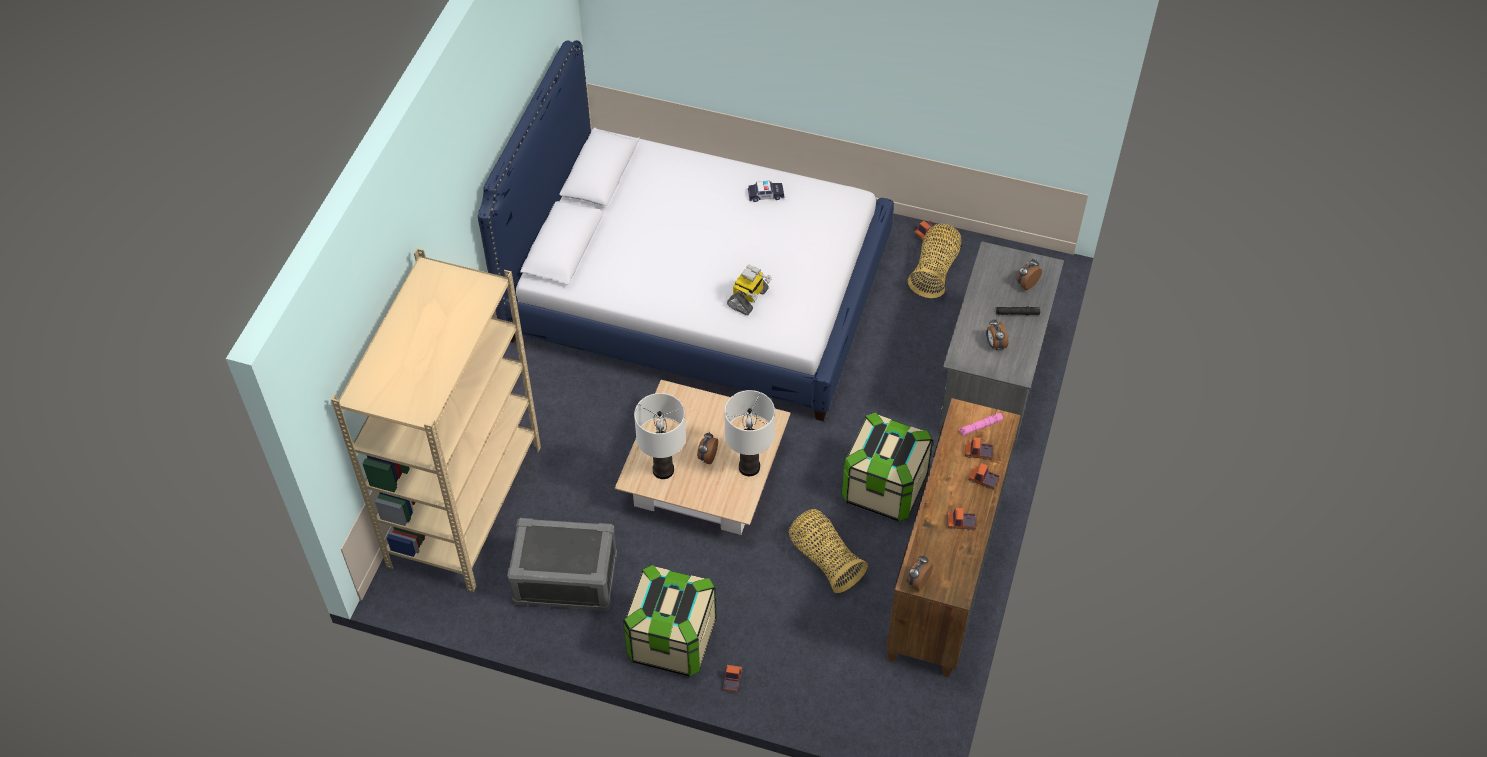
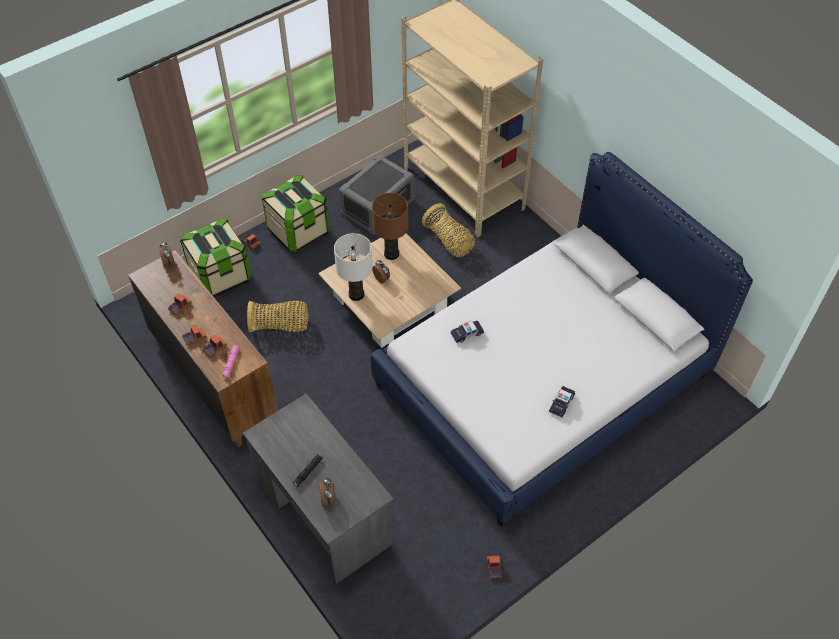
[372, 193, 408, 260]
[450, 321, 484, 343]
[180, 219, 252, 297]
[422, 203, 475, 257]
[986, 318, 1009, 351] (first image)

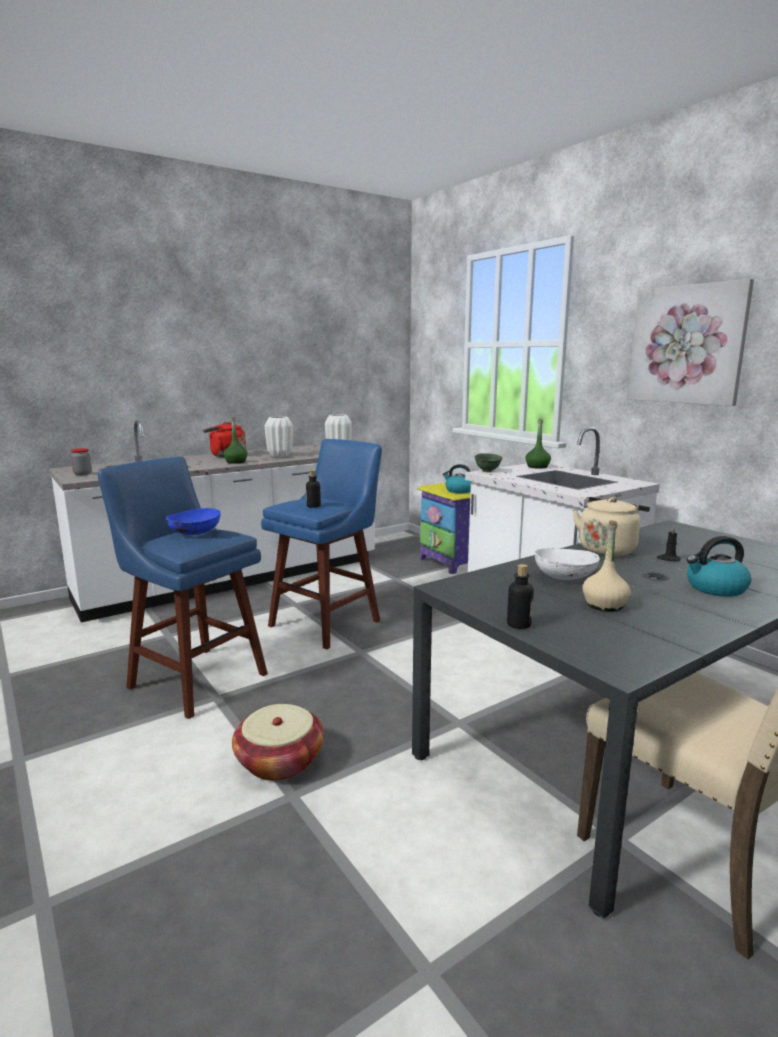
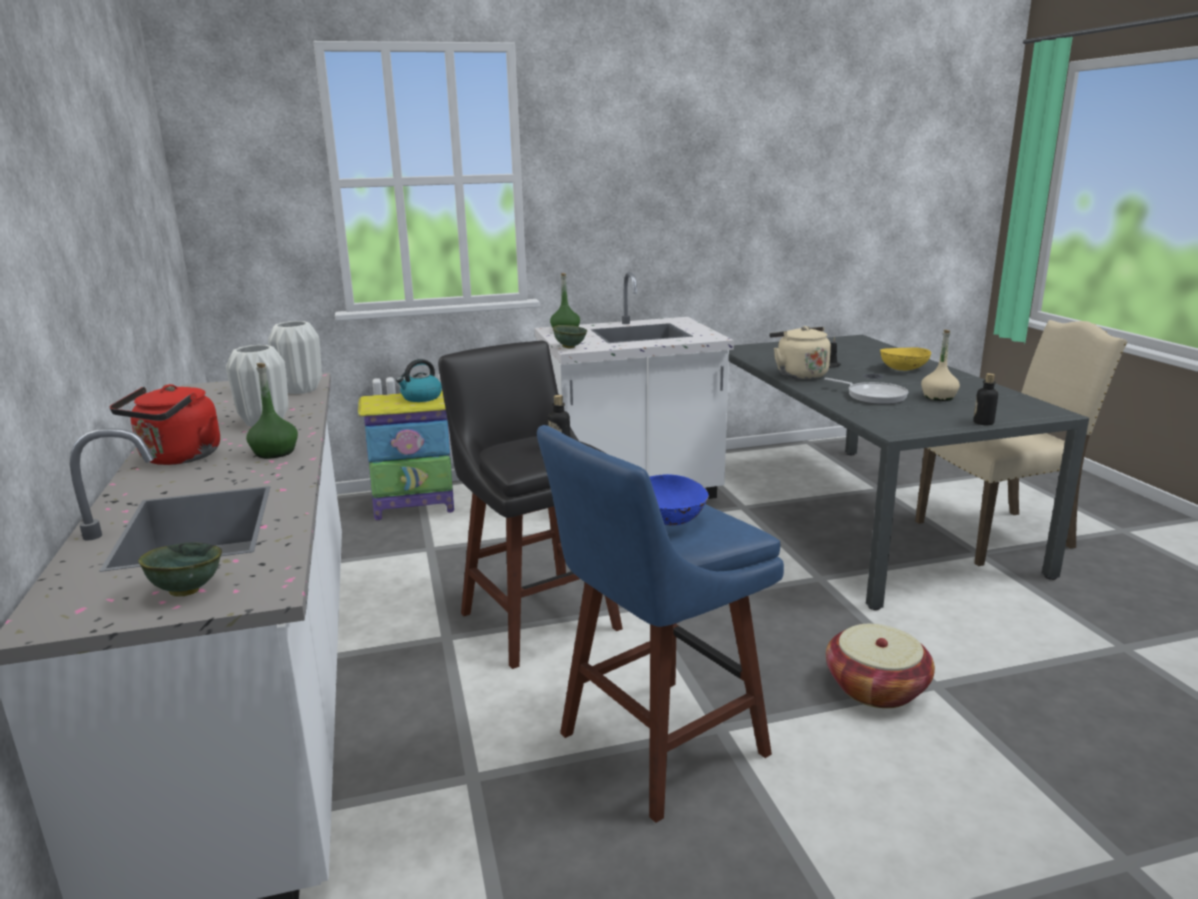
[138, 542, 222, 596]
[438, 341, 623, 669]
[824, 378, 908, 404]
[627, 279, 754, 406] (first image)
[880, 347, 931, 371]

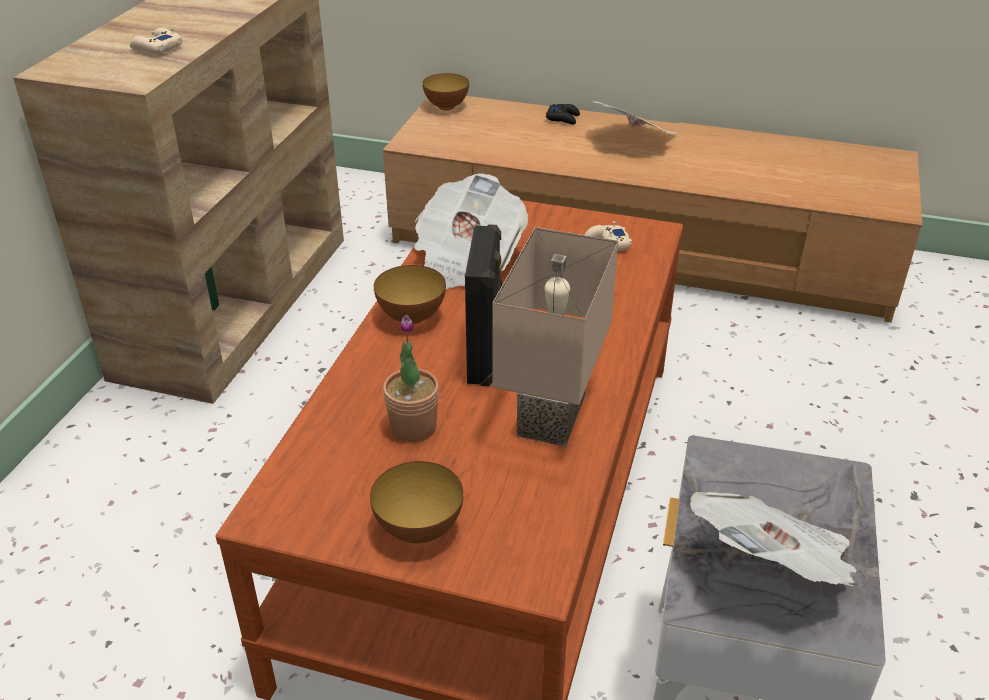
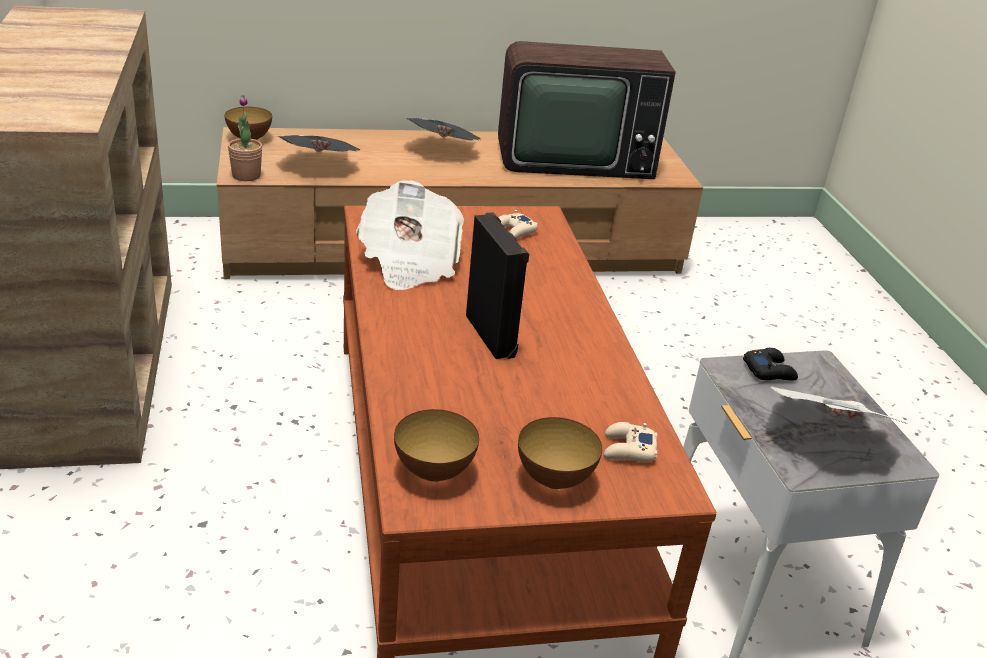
[603, 422, 657, 462]
[394, 409, 479, 482]
[228, 95, 262, 181]
[492, 227, 618, 447] (first image)
[743, 348, 798, 381]
[277, 135, 360, 152]
[498, 41, 676, 179]

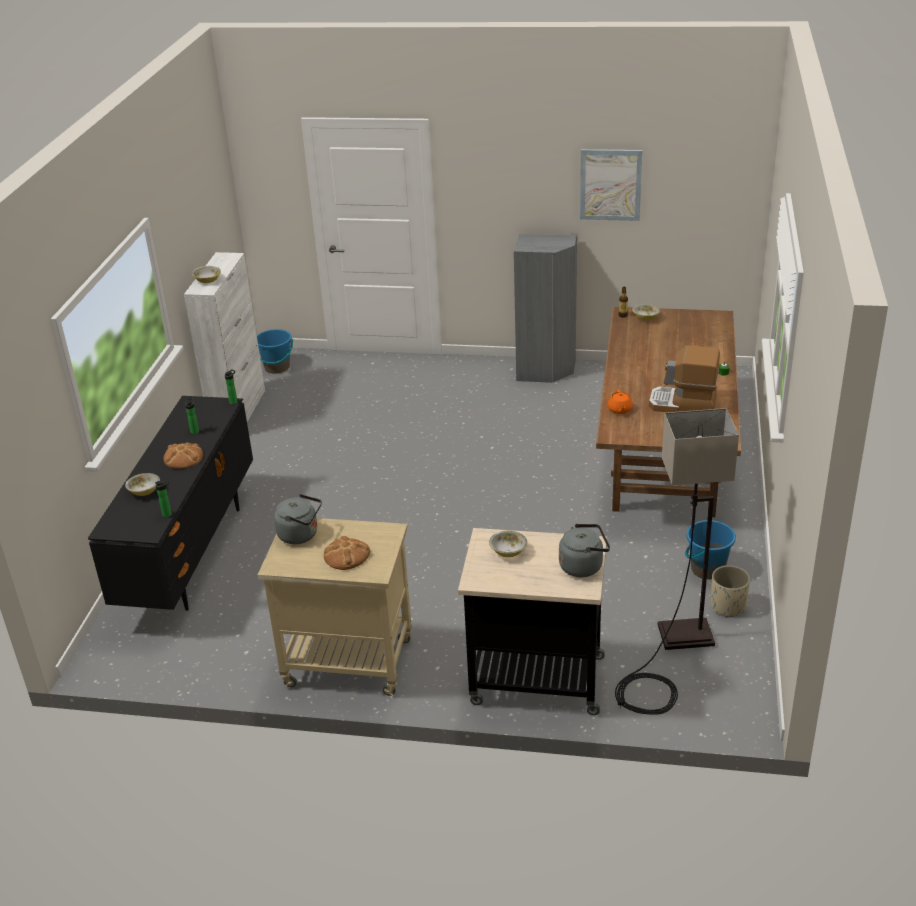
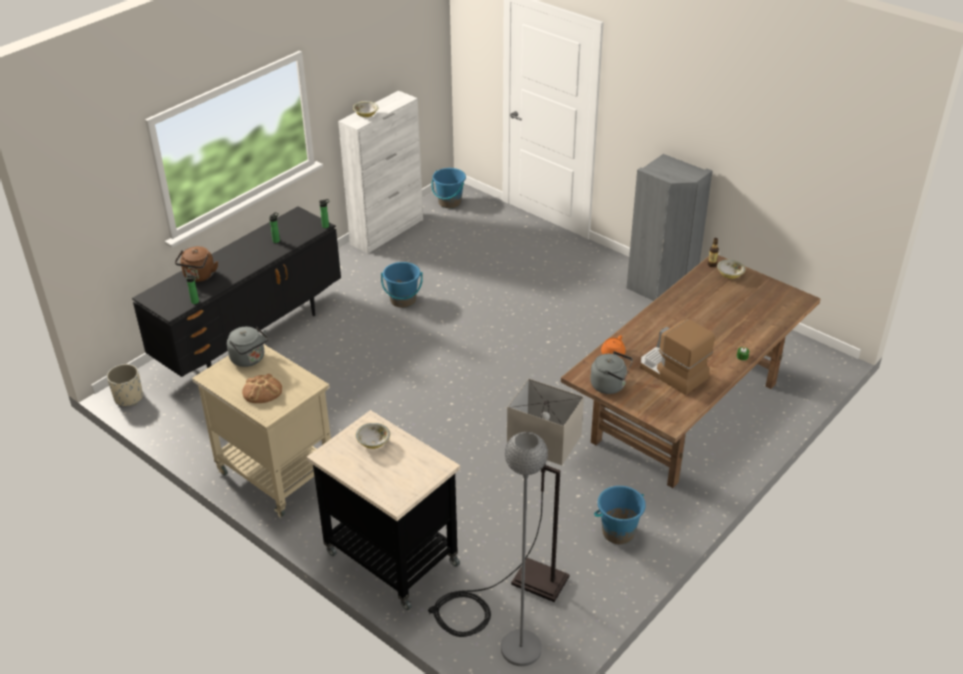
[175, 246, 218, 282]
[163, 443, 203, 469] (first image)
[590, 351, 633, 394]
[580, 149, 643, 221] (first image)
[107, 364, 143, 406]
[381, 262, 423, 308]
[501, 432, 548, 666]

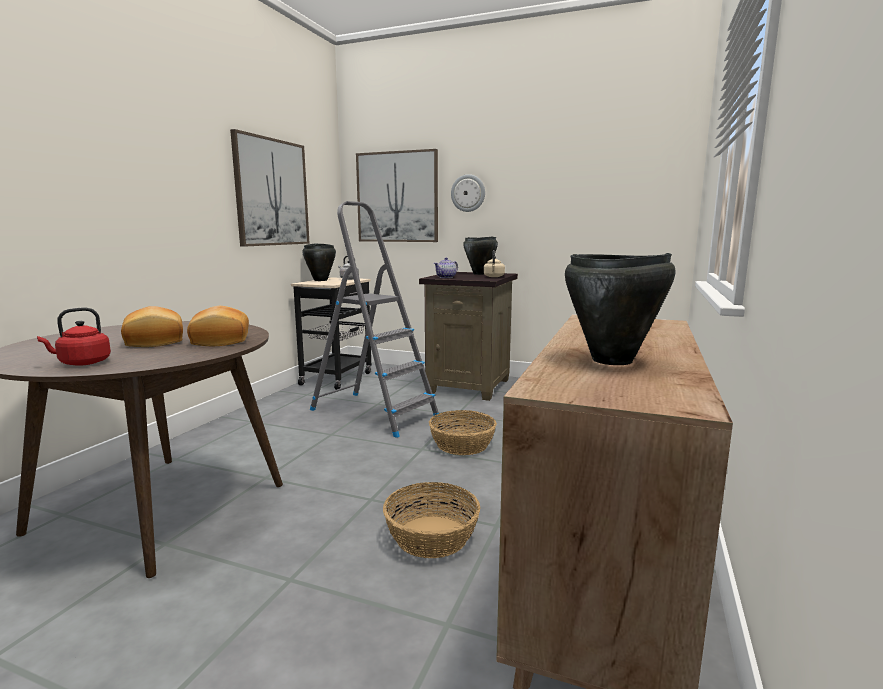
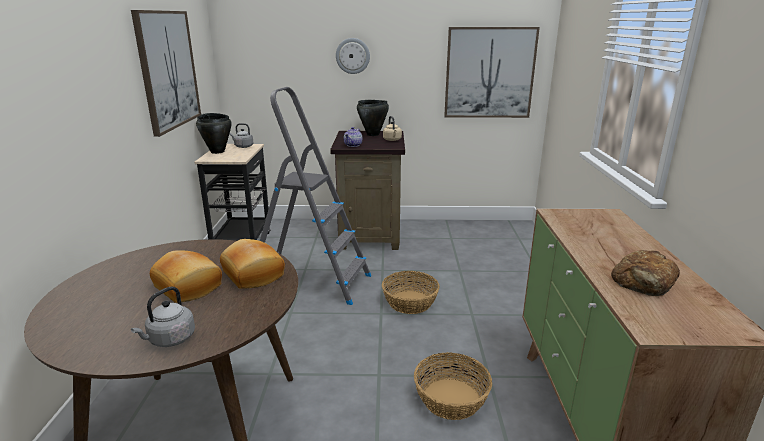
[131, 286, 195, 347]
[444, 27, 540, 118]
[611, 250, 680, 296]

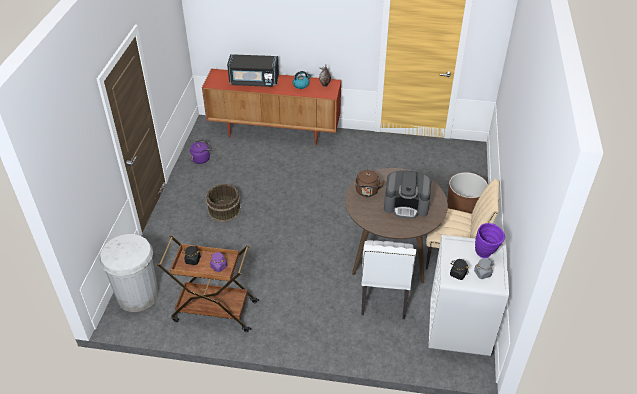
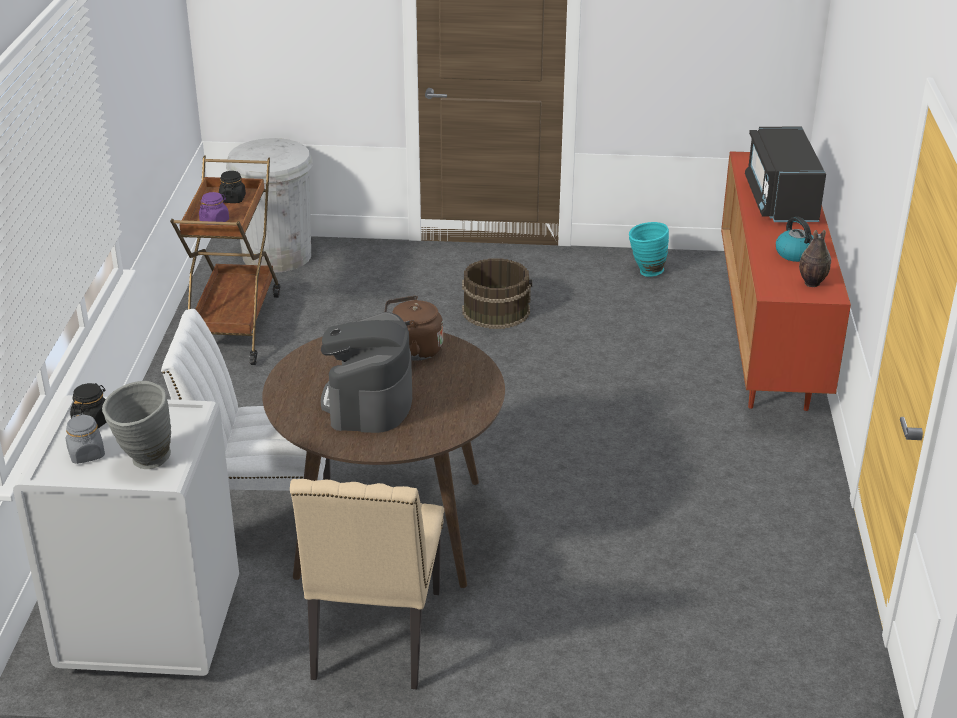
[629, 222, 669, 277]
[447, 172, 488, 214] (first image)
[102, 381, 171, 469]

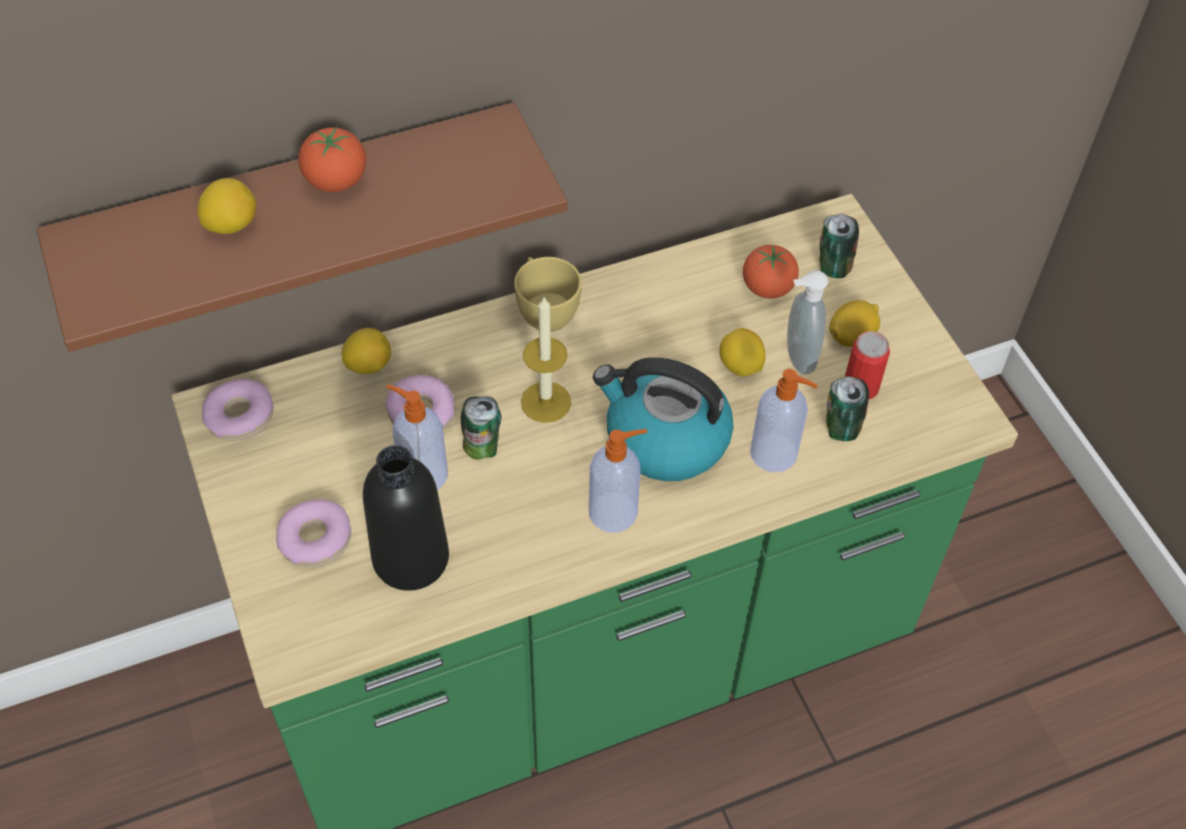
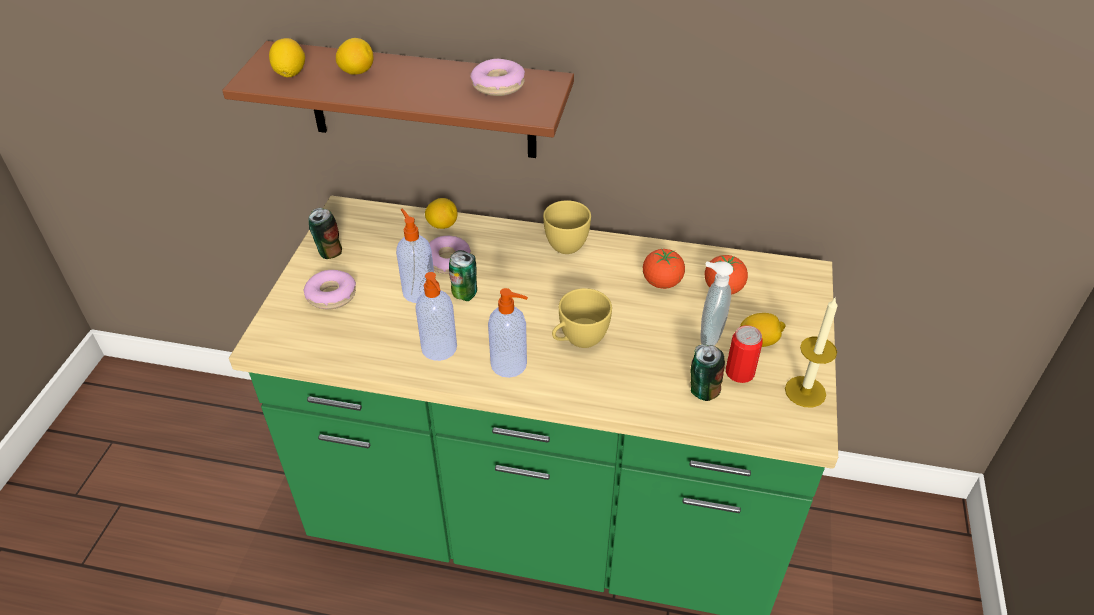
[470, 59, 525, 96]
[643, 248, 685, 289]
[363, 445, 449, 591] (first image)
[785, 298, 838, 408]
[552, 288, 612, 348]
[269, 38, 305, 77]
[415, 272, 457, 361]
[309, 208, 342, 259]

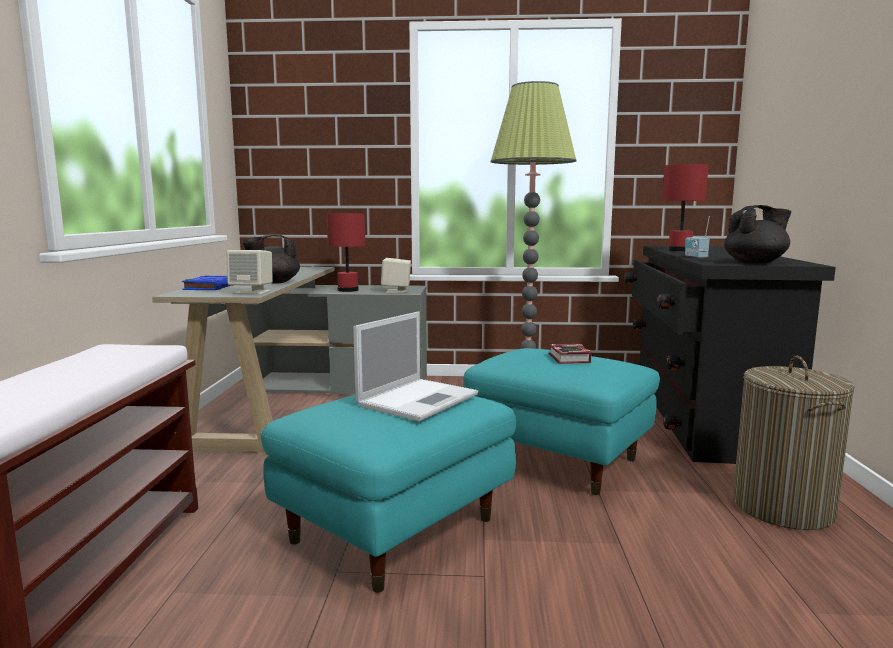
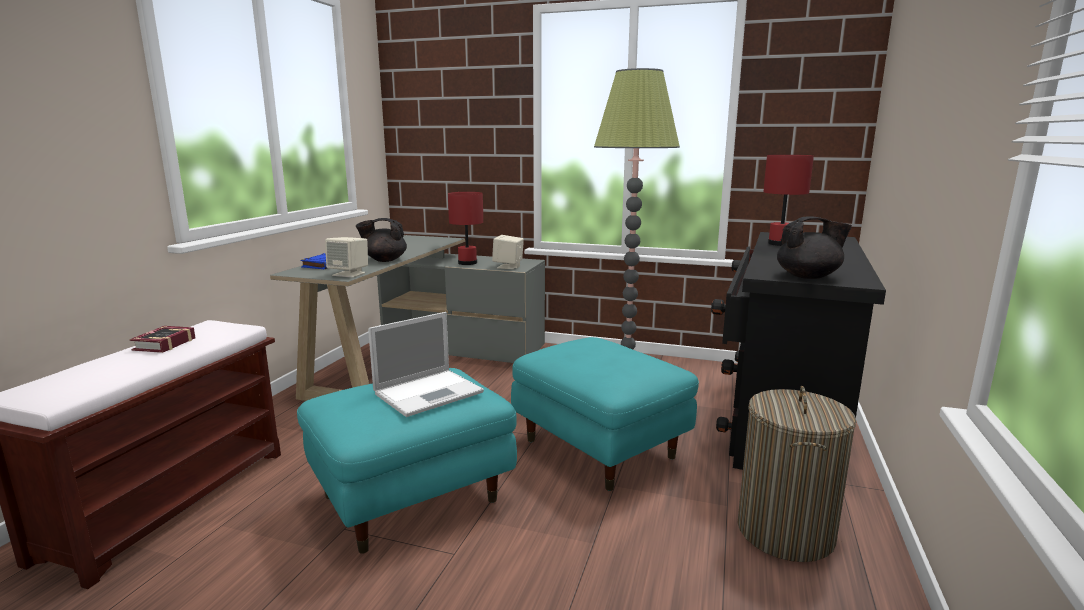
[129, 326, 196, 353]
[685, 216, 710, 258] (first image)

